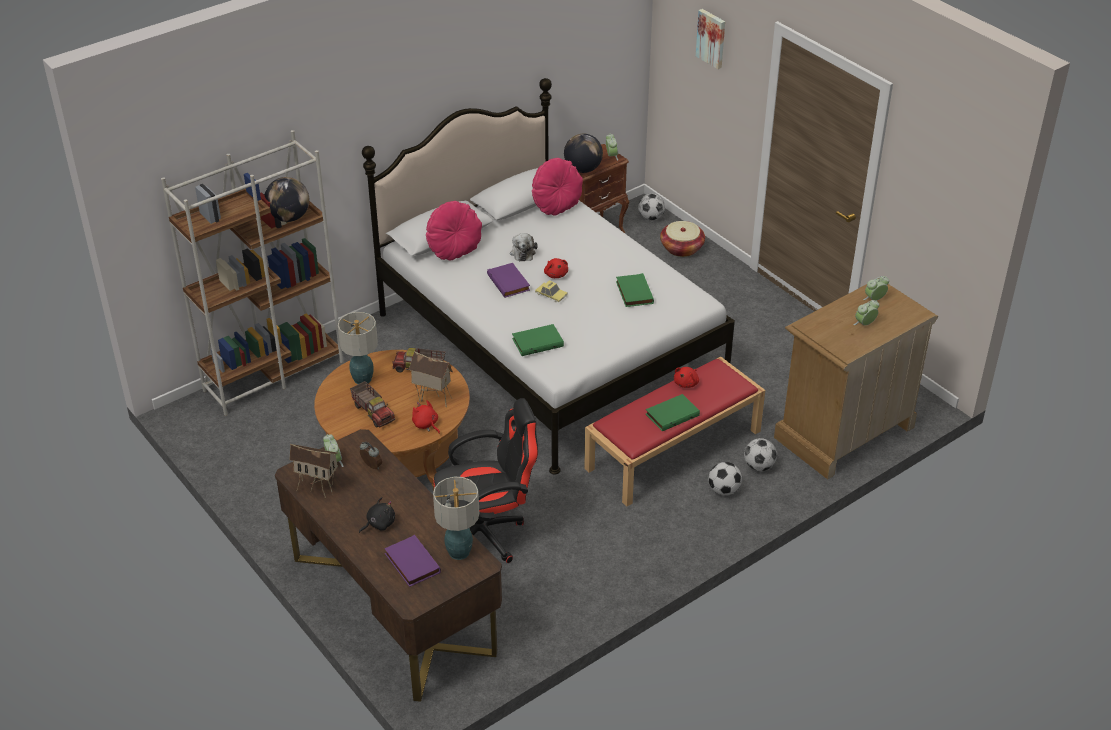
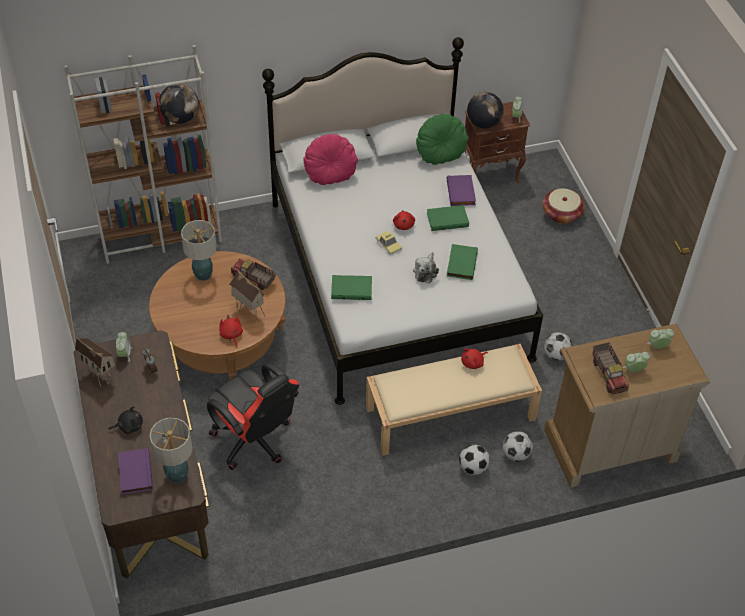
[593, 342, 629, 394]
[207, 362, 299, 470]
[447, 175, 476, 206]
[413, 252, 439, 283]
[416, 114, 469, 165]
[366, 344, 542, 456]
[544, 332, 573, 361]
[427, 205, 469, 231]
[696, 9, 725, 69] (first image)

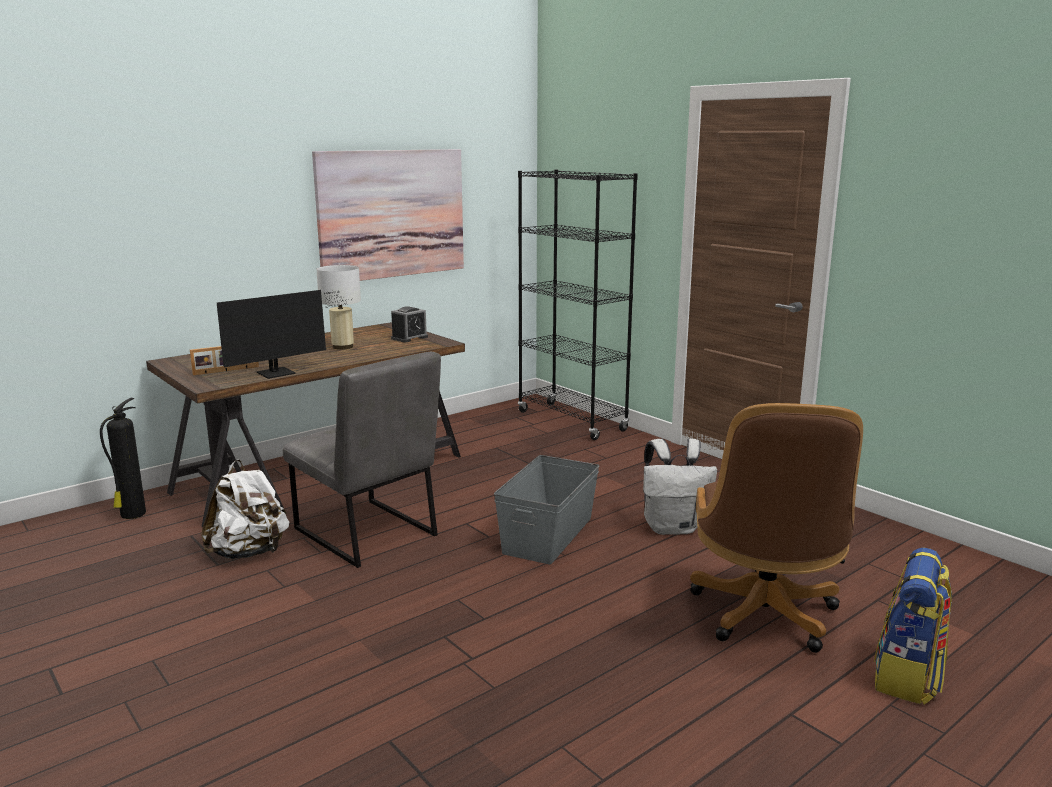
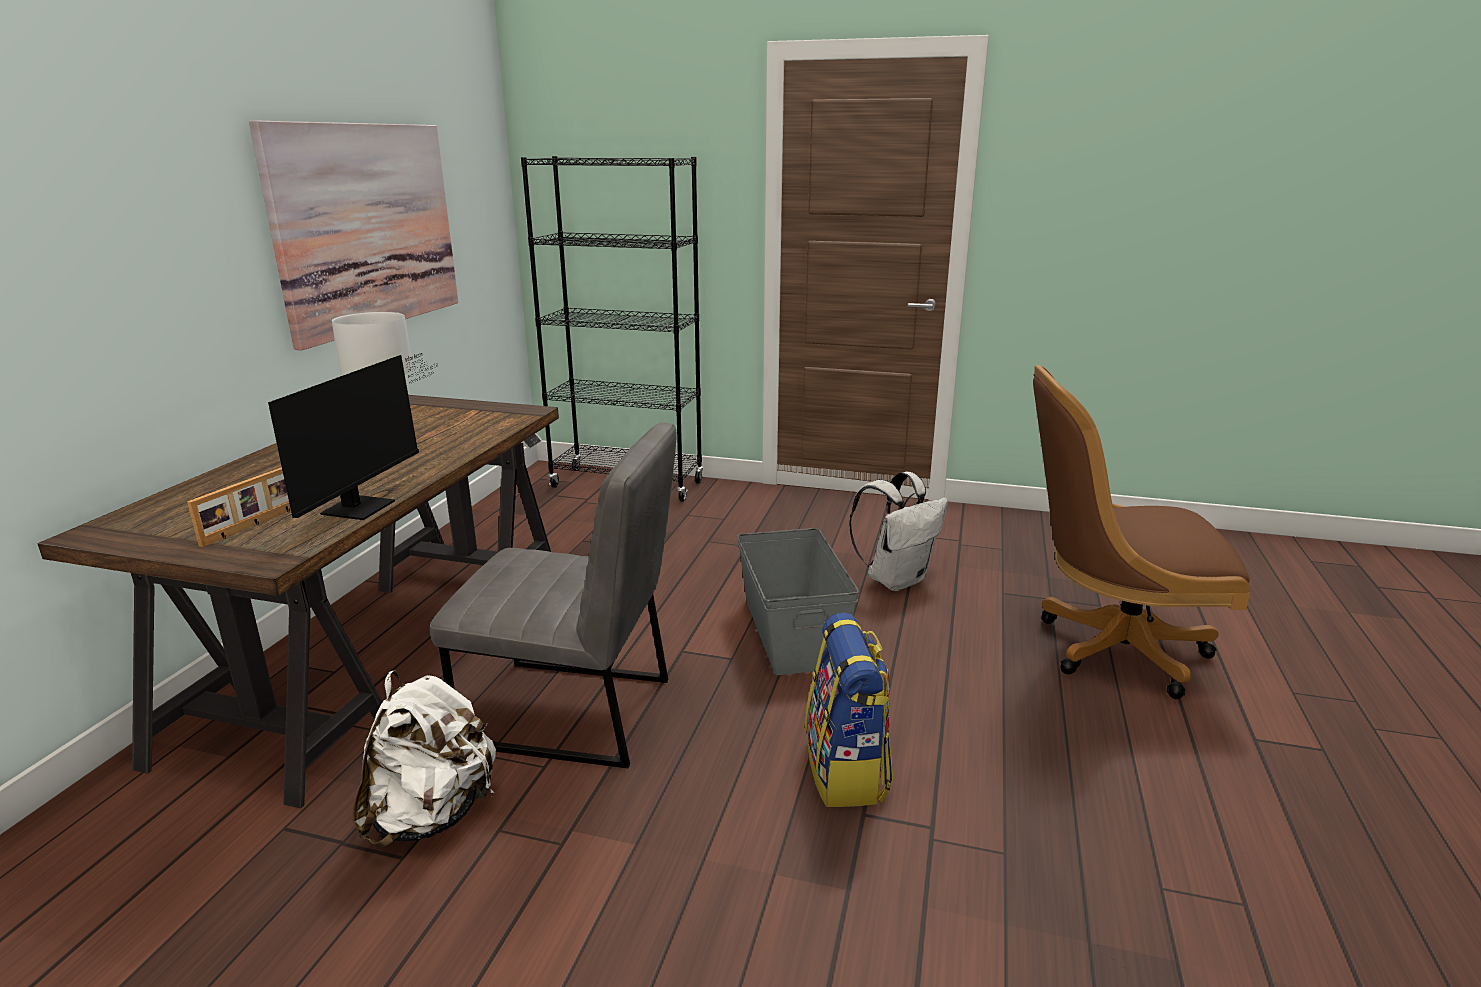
[100, 398, 146, 519] (first image)
[391, 306, 428, 343] (first image)
[1033, 365, 1250, 699]
[805, 613, 893, 807]

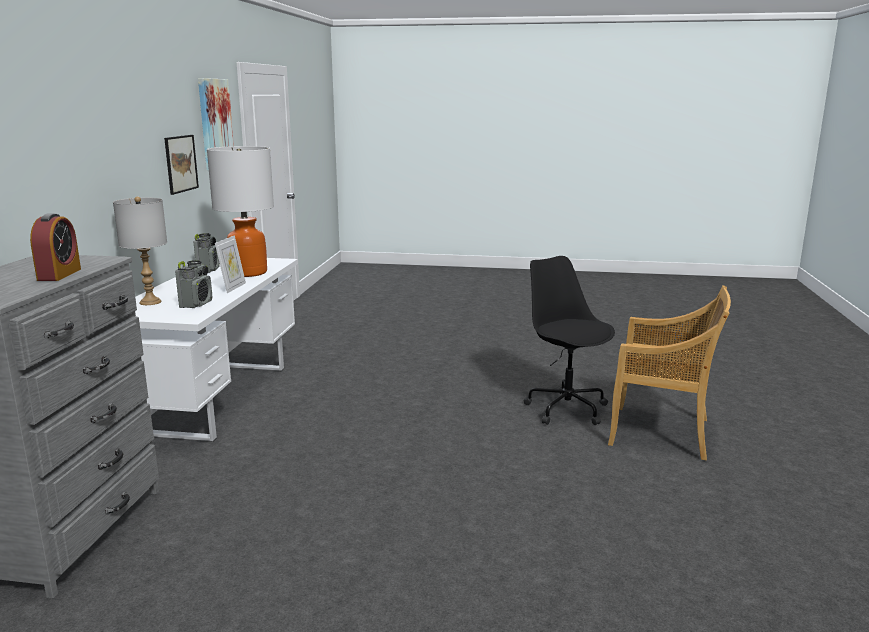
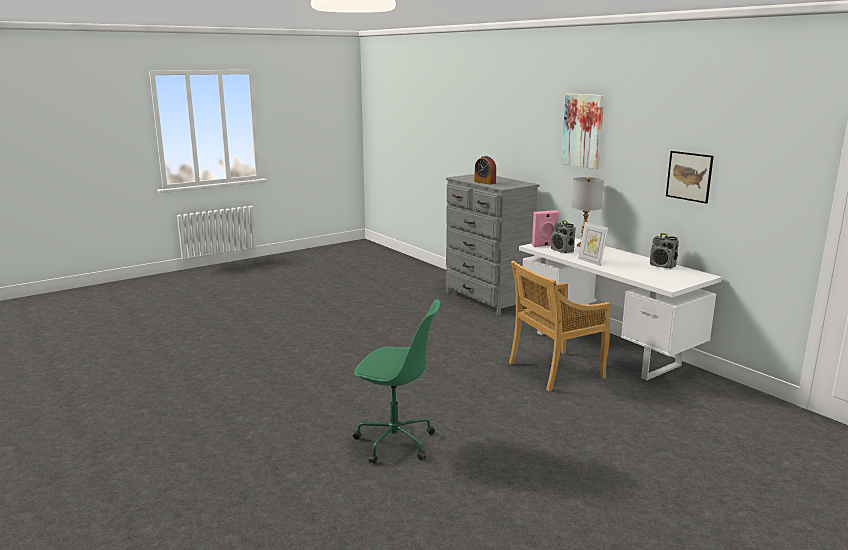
[561, 93, 604, 169]
[207, 146, 274, 277] (first image)
[353, 299, 441, 464]
[509, 261, 610, 391]
[532, 210, 559, 247]

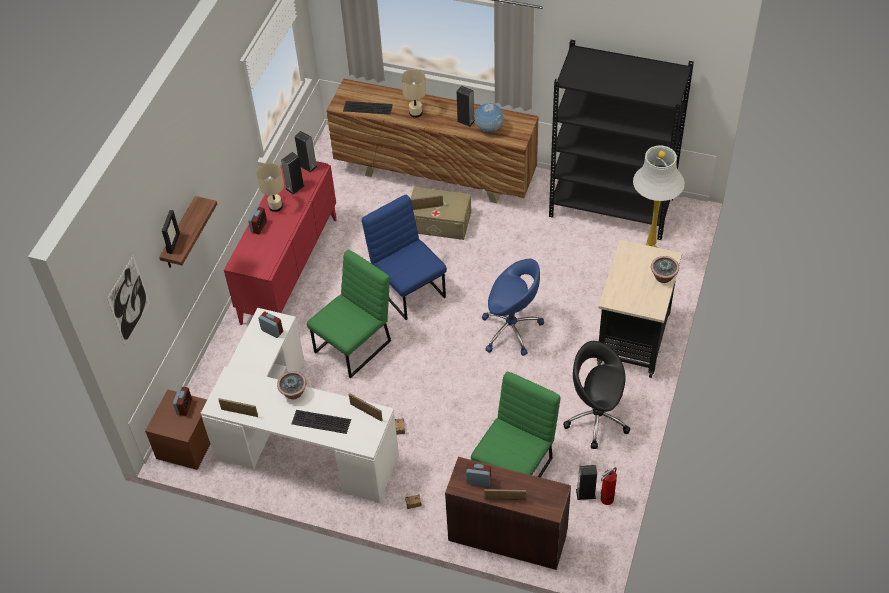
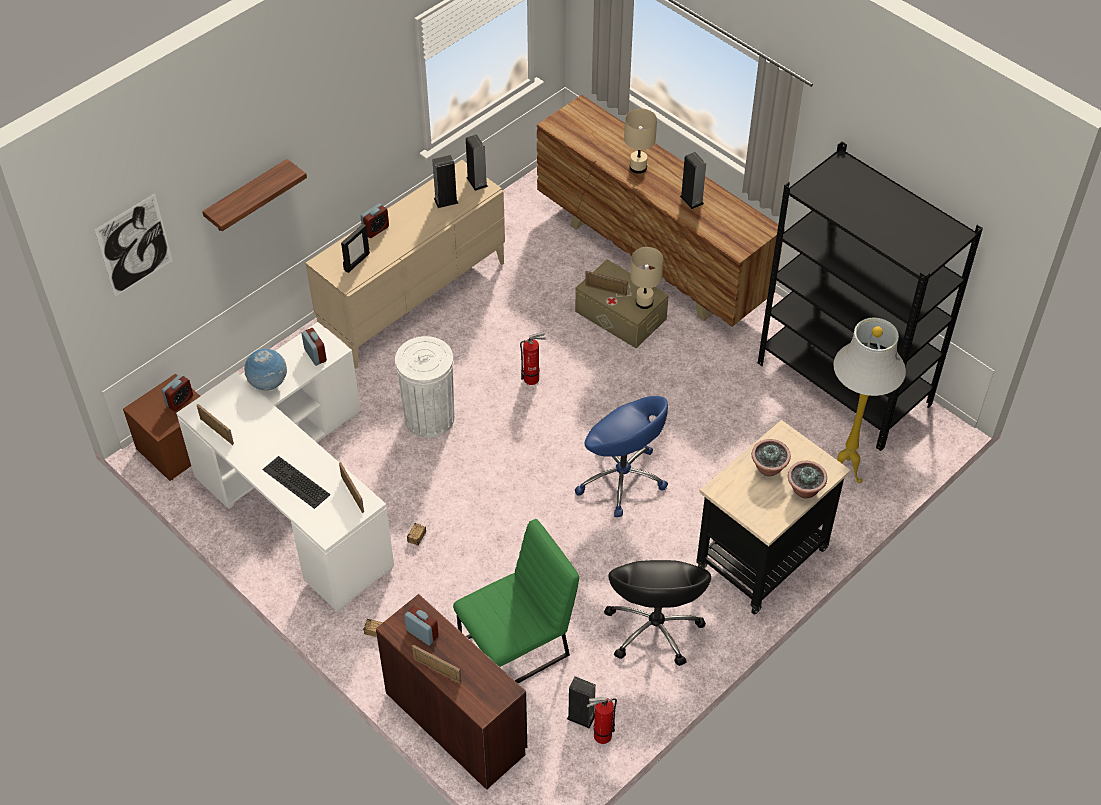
[341, 224, 370, 273]
[305, 160, 505, 368]
[630, 247, 663, 309]
[752, 439, 791, 476]
[395, 336, 454, 438]
[343, 101, 393, 115] (first image)
[520, 332, 546, 385]
[244, 348, 287, 391]
[604, 560, 711, 666]

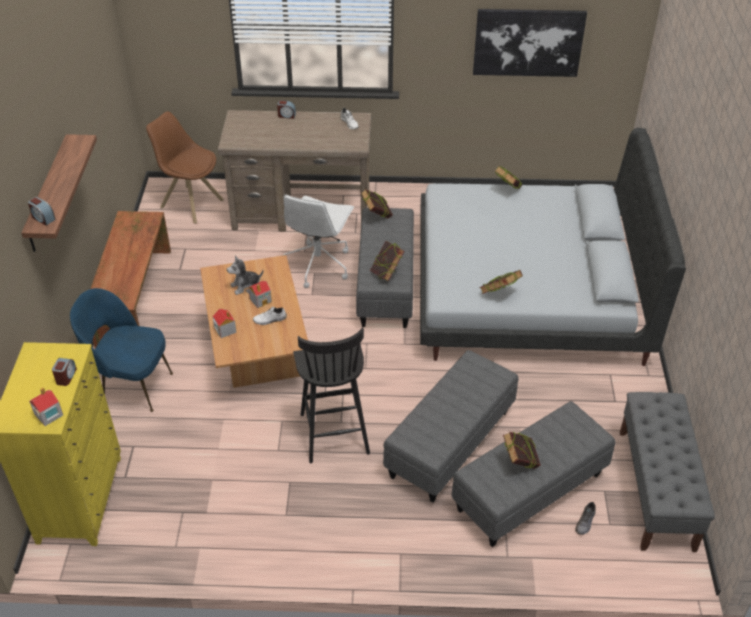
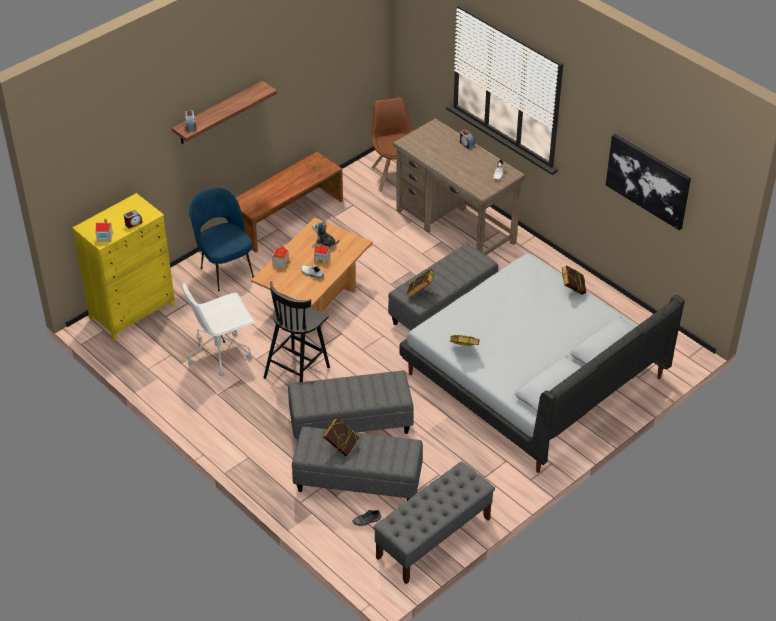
[182, 282, 255, 376]
[361, 189, 393, 218] (first image)

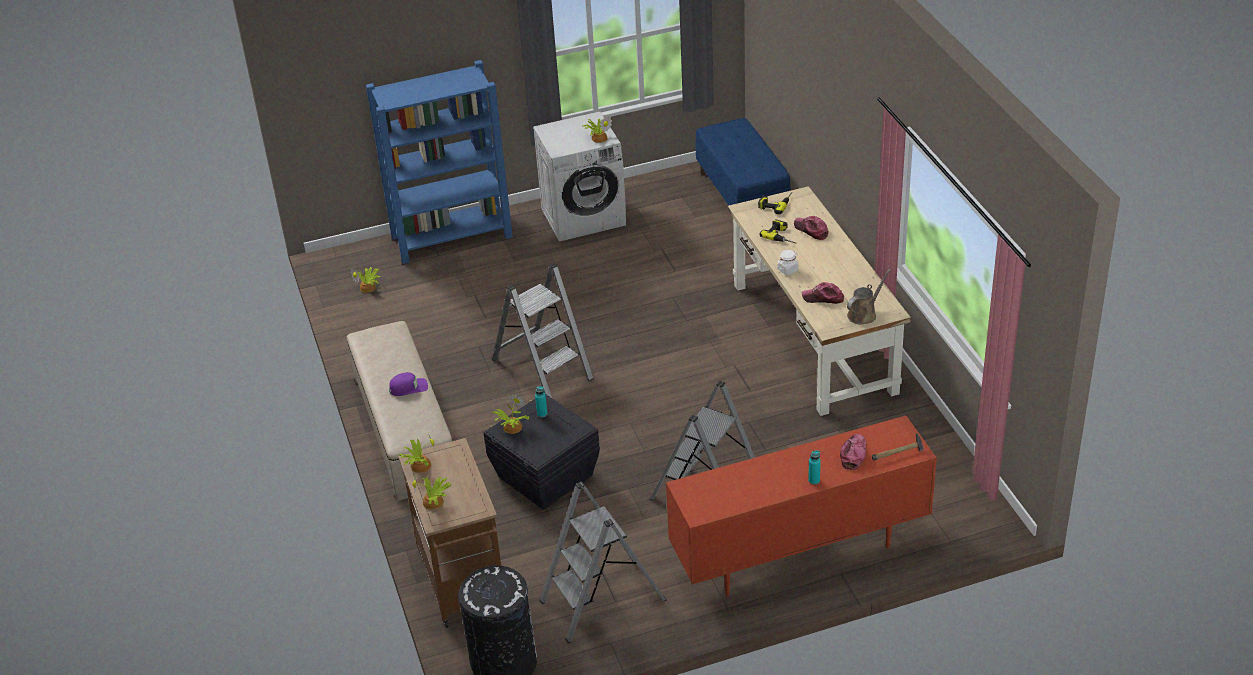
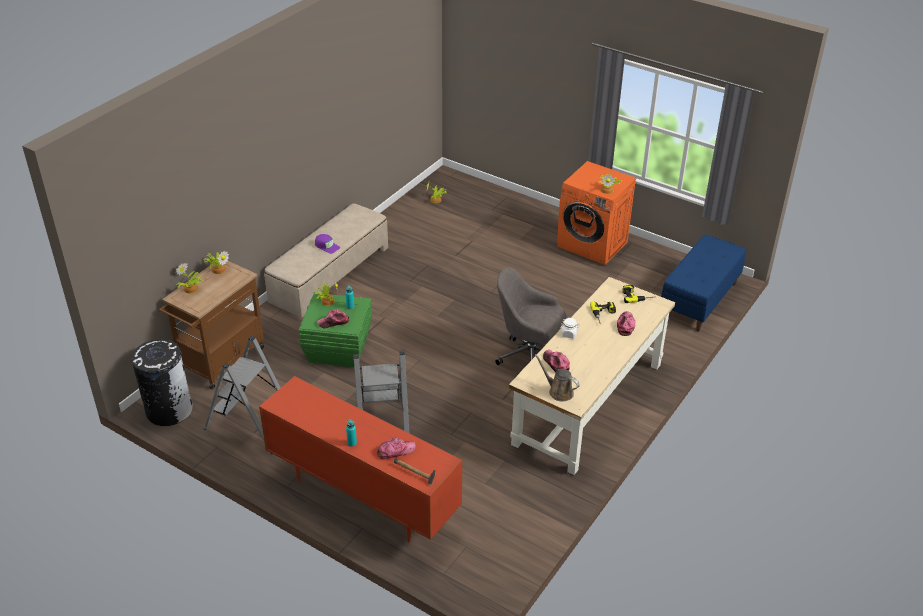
[366, 60, 513, 264] (first image)
[299, 294, 372, 367]
[492, 263, 594, 398] (first image)
[557, 161, 636, 265]
[535, 354, 579, 401]
[317, 310, 350, 328]
[495, 267, 567, 365]

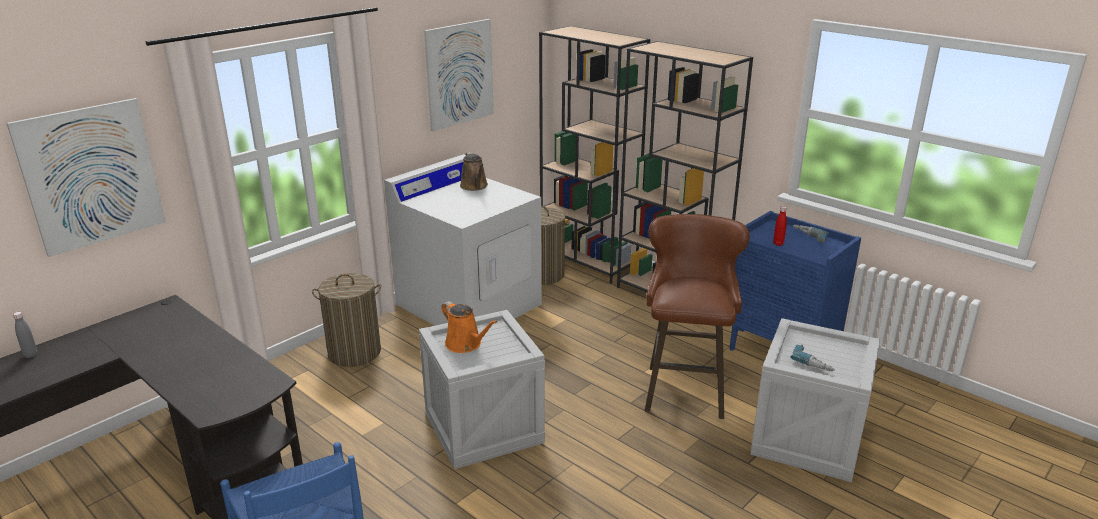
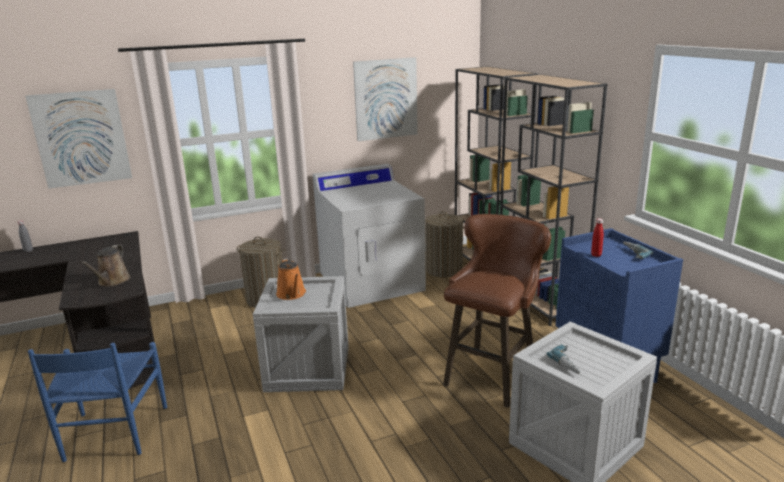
[80, 245, 131, 287]

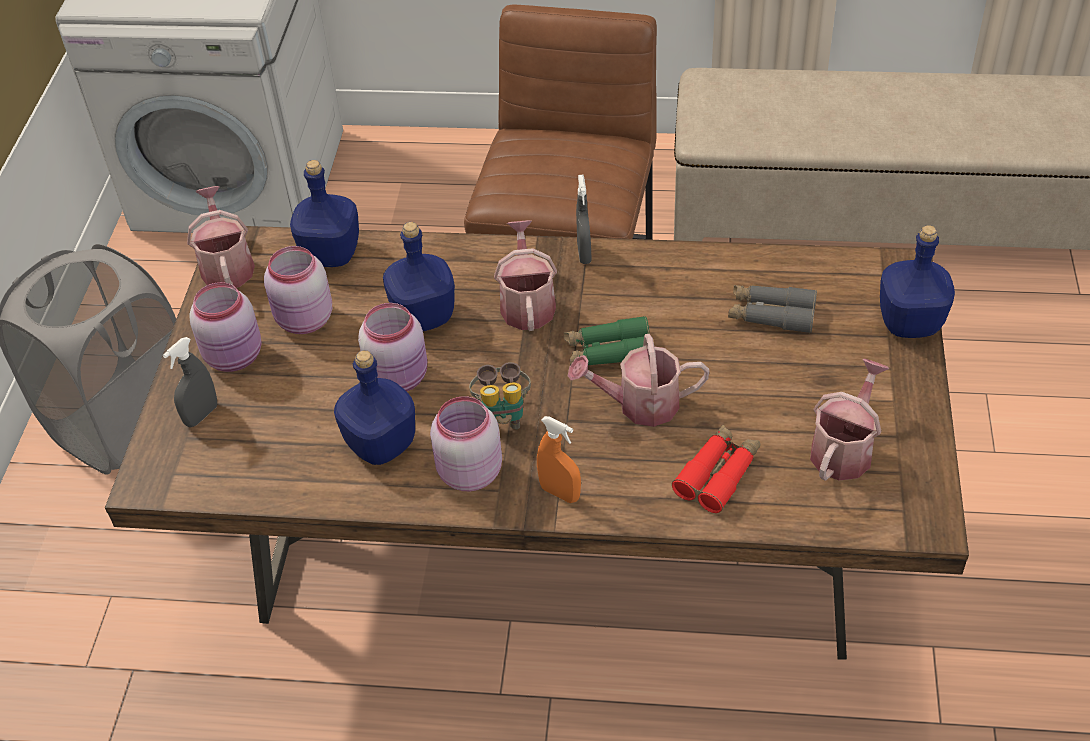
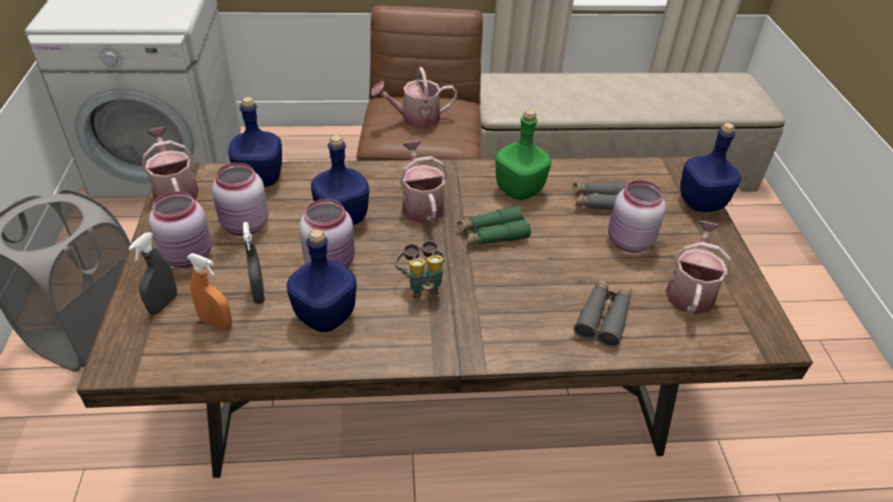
[608, 180, 666, 253]
[187, 253, 232, 330]
[371, 67, 457, 129]
[243, 222, 265, 304]
[574, 279, 632, 347]
[495, 110, 551, 200]

